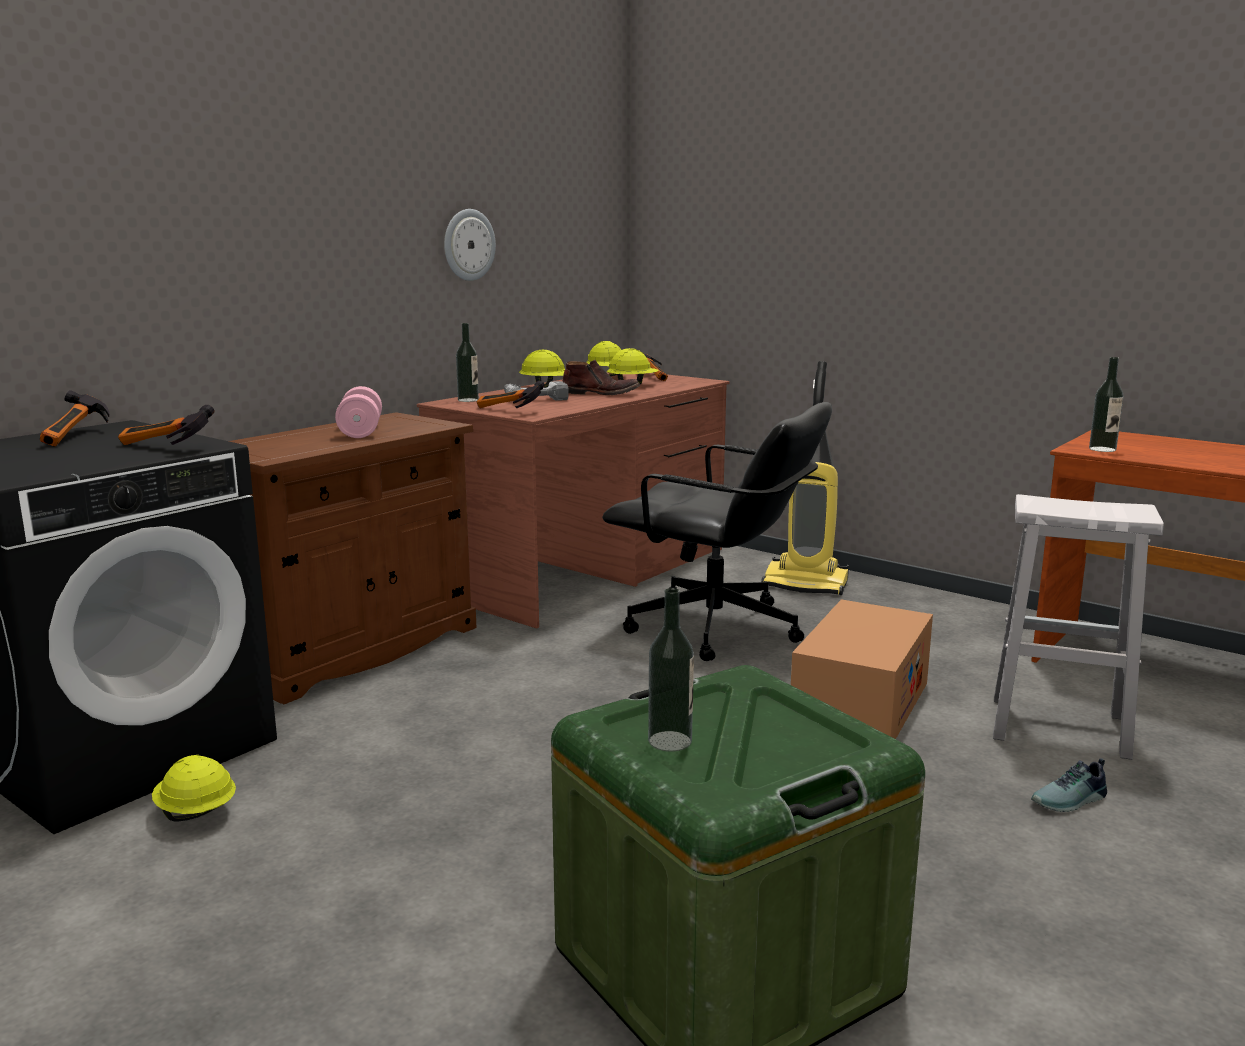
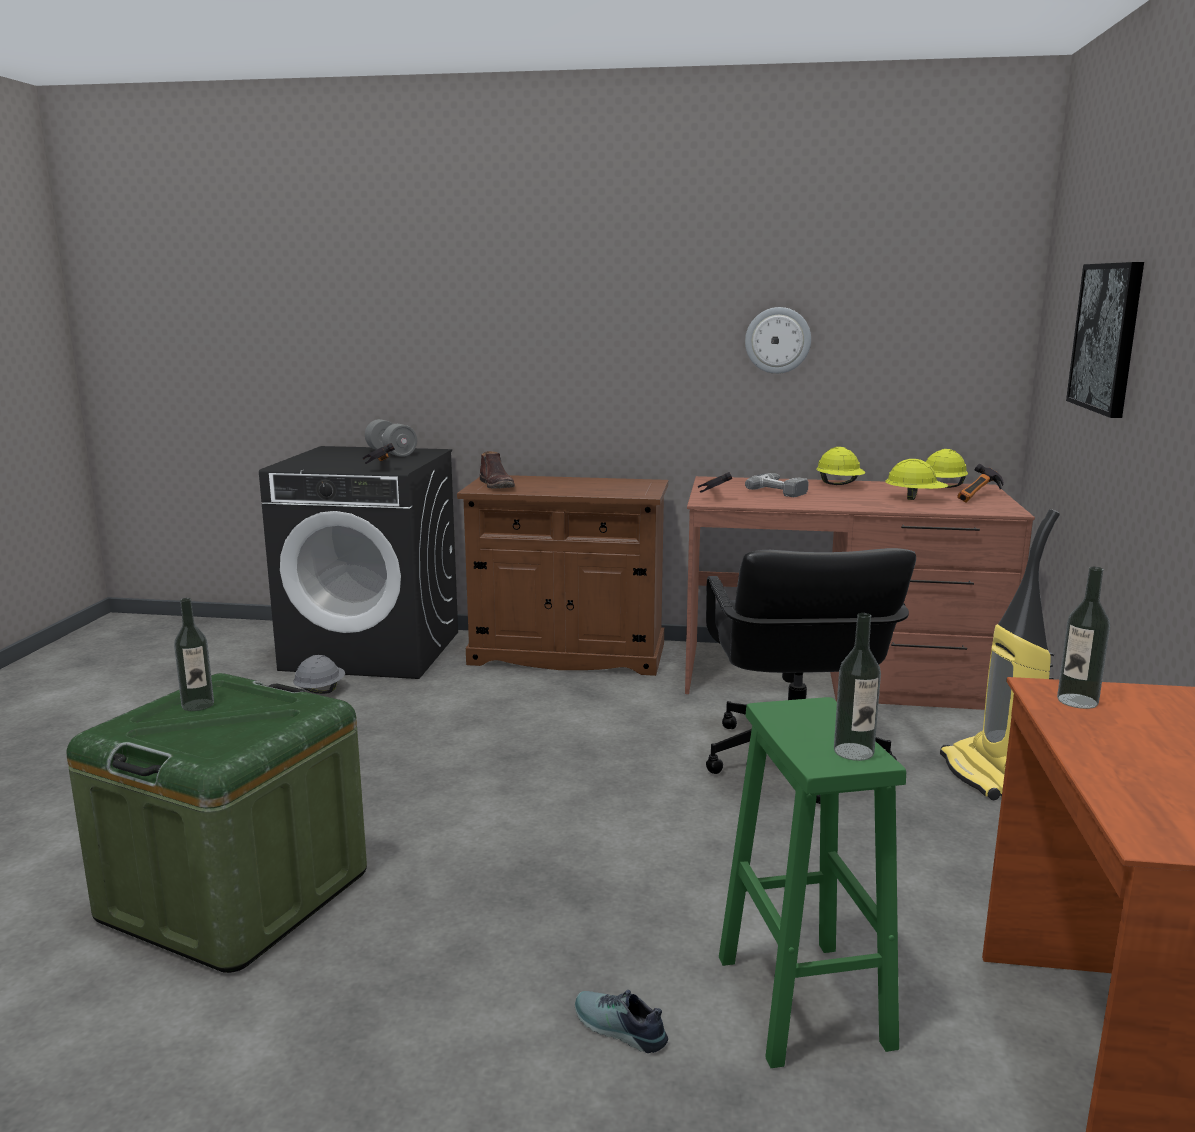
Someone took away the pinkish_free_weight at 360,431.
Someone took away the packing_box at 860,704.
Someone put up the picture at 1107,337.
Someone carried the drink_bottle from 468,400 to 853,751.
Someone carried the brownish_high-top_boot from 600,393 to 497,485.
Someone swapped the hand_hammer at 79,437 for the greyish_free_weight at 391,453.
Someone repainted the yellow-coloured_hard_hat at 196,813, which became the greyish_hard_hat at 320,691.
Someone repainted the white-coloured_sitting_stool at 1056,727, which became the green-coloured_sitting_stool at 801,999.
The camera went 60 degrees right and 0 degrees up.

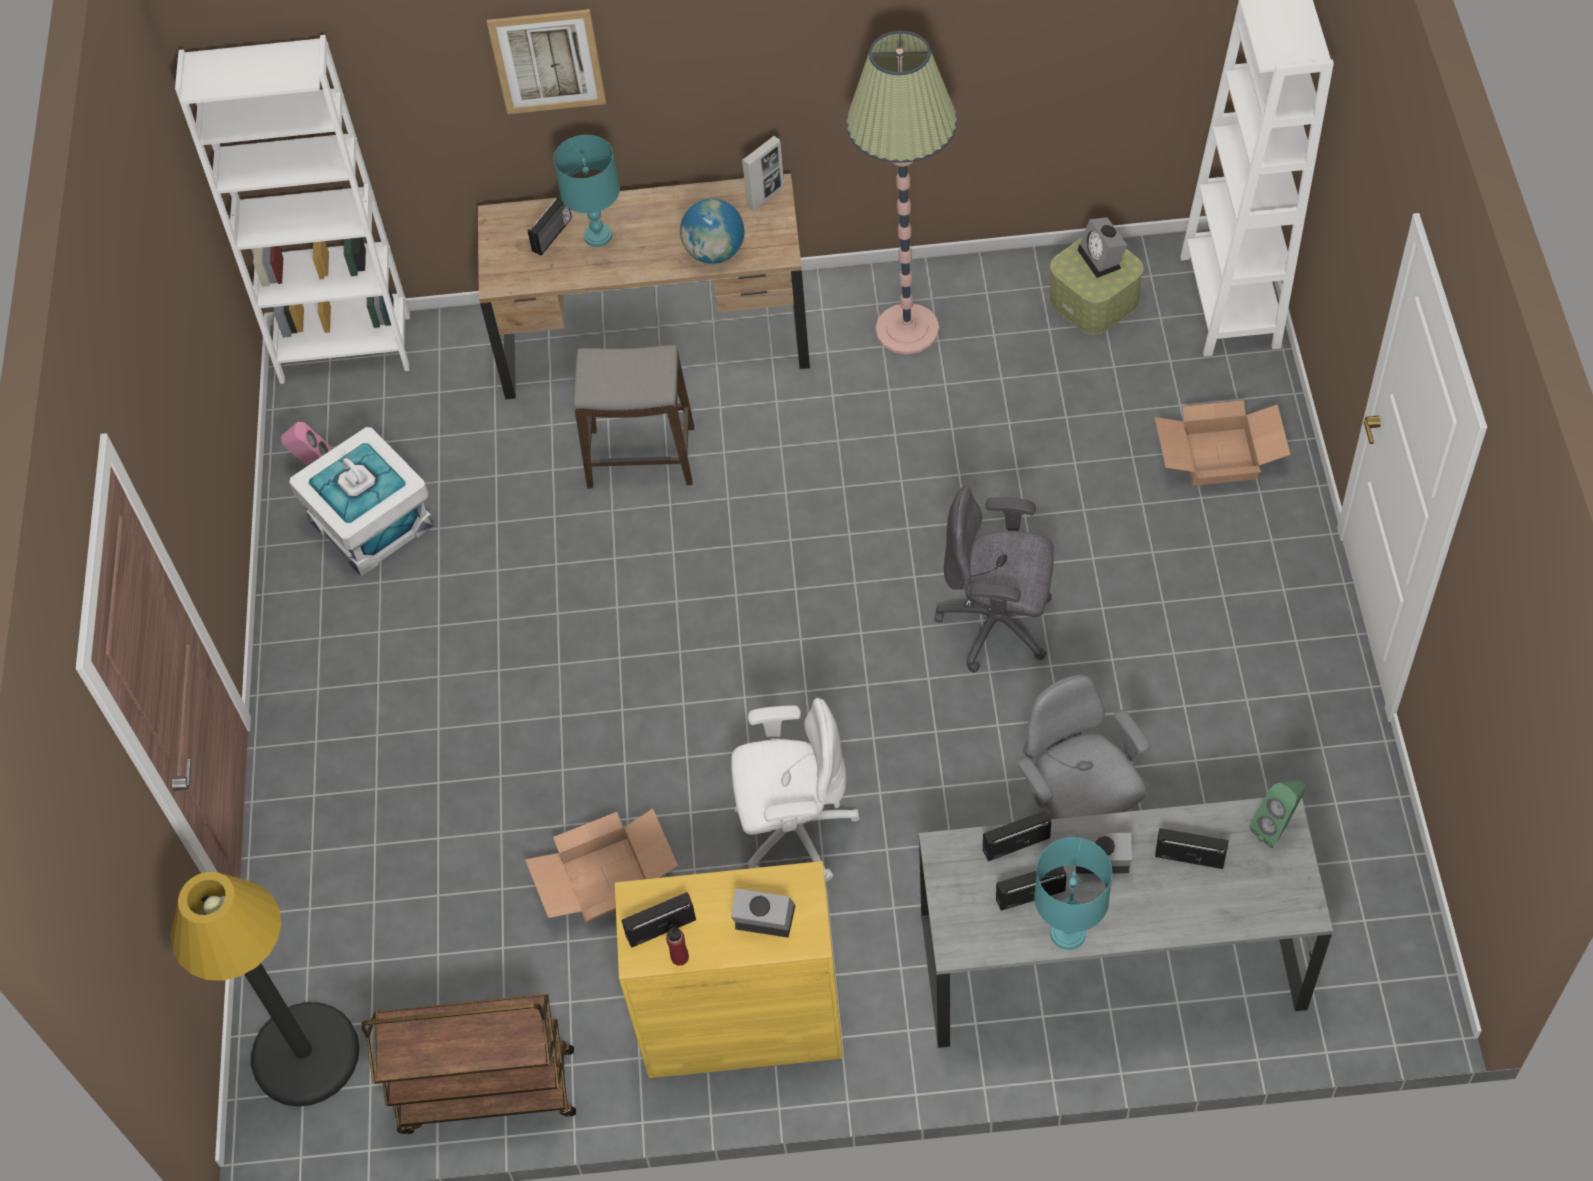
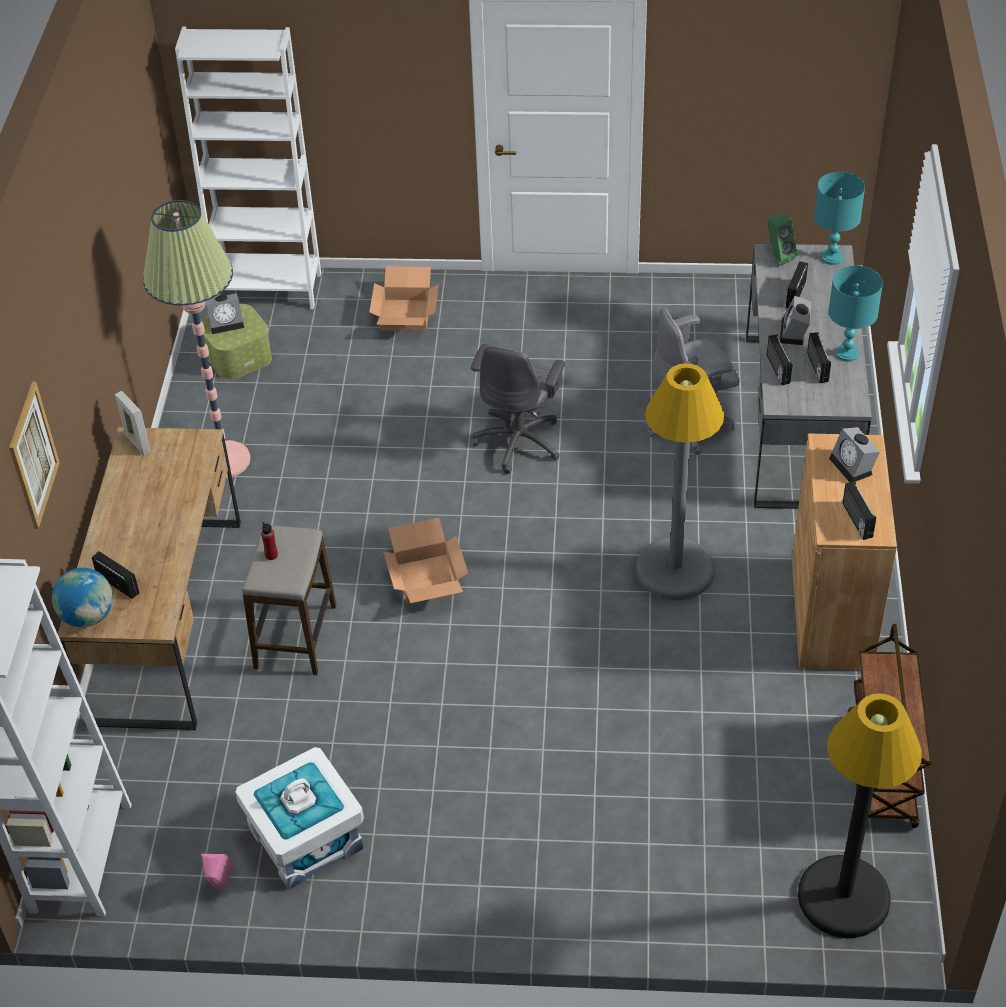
Someone carried the packing_box from 607,878 to 425,578.
Someone carried the blue-green_lamp_for_a_table from 598,236 to 831,257.
Someone carried the red-coloured_drink_bottle from 679,957 to 271,555.
Someone carried the globe from 715,252 to 88,616.
Someone swapped the white-coloured_office_chair at 794,830 for the greyish_floor_lamp at 675,570.
Someone repainted the yellow-coloured_cabinet at 742,1023, which became the brownish_cabinet at 831,613.
Someone rotated the alarm_clock at 762,920 by 45 degrees counterclockwise.
The camera went 85 degrees left and 10 degrees down.

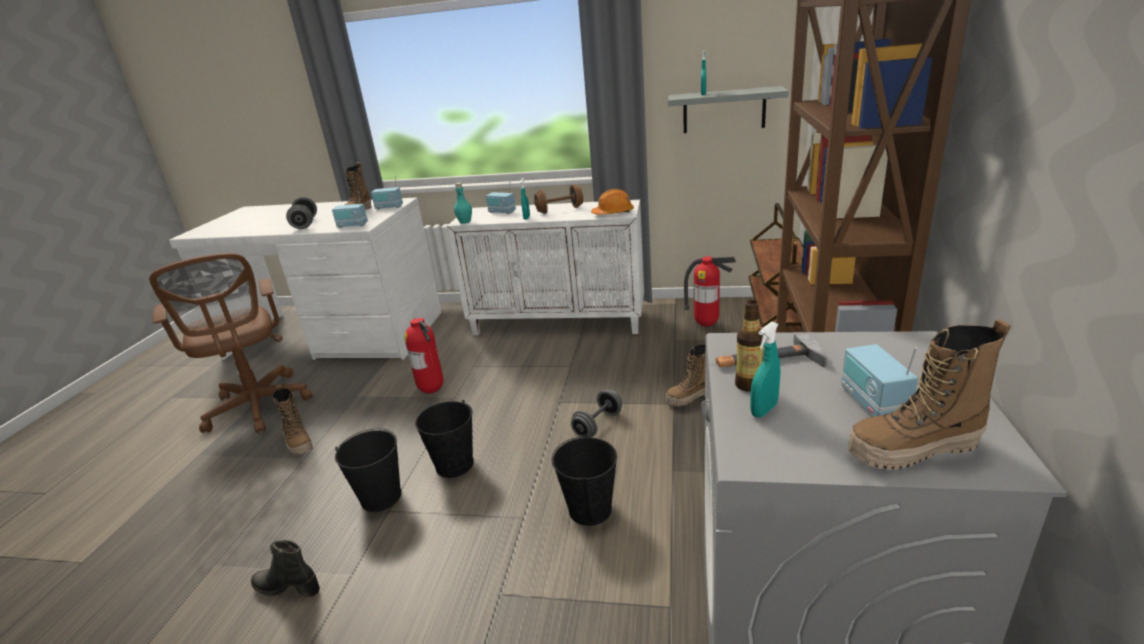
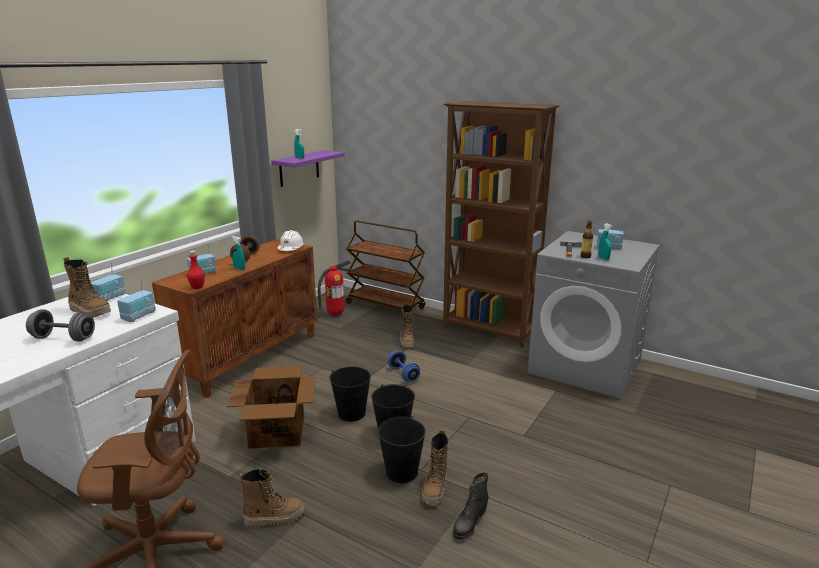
Someone carried the black-coloured_pail from 590,509 to 351,413.
Someone carried the high-top_boot from 913,450 to 435,489.
Someone swapped the fire_extinguisher at 433,391 for the packing_box at 278,431.
Someone repainted the white-coloured_cabinet at 559,322, which became the brownish_cabinet at 249,357.
Someone repainted the blue-green_drink_bottle at 465,222, which became the red-coloured_drink_bottle at 197,287.
Someone repainted the greyish_free_weight at 598,425, which became the blue_free_weight at 403,374.
Someone repainted the orange_hard_hat at 613,213, which became the white-coloured_hard_hat at 291,249.
Someone repainted the greyish_bracket_shelf at 724,110, which became the purple-coloured_bracket_shelf at 299,168.
The camera went 70 degrees left and 5 degrees down.

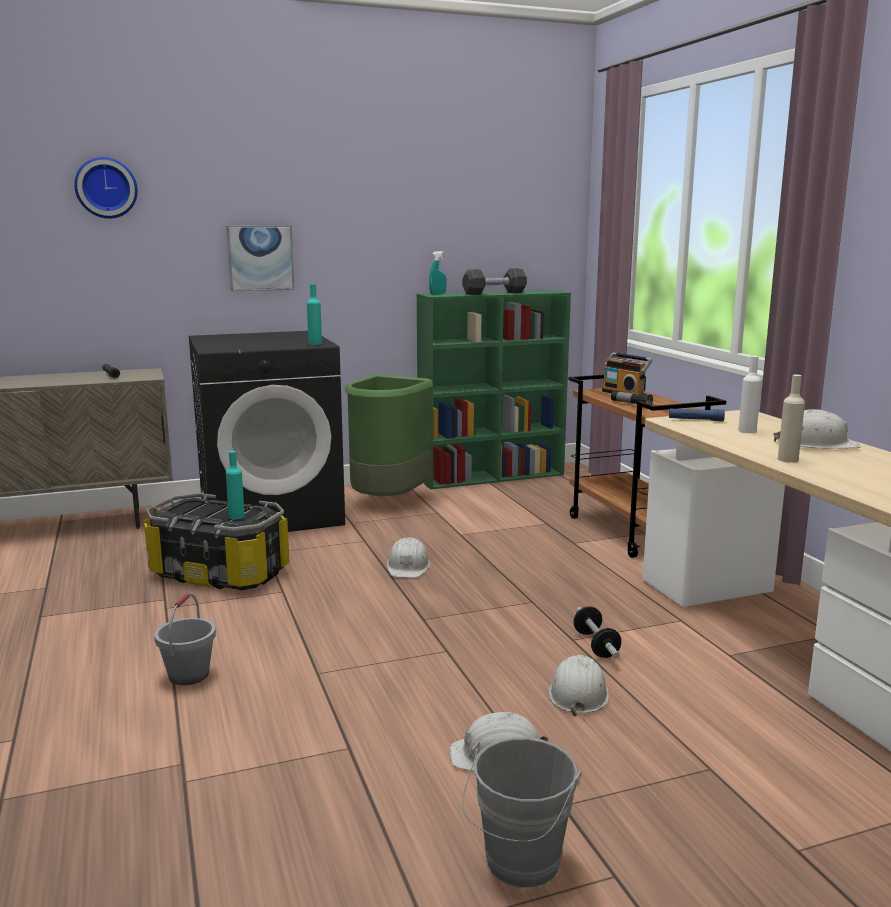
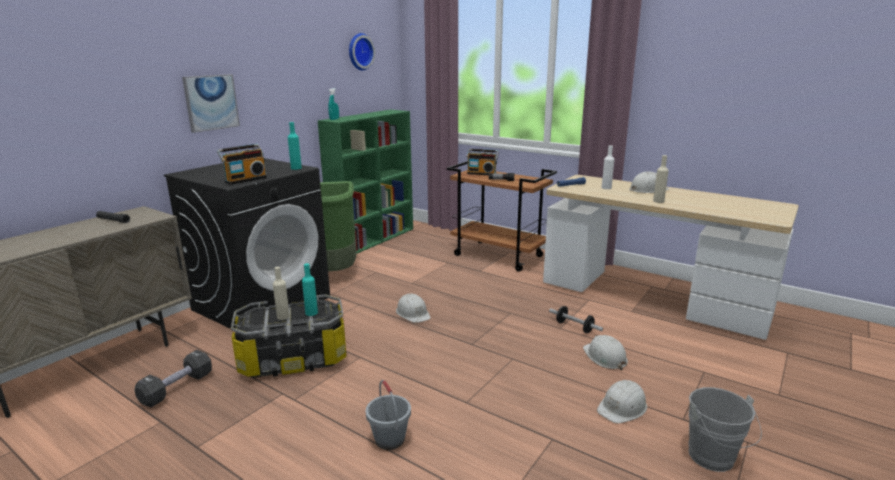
Someone put down the radio at 245,180.
Someone put down the sand-coloured_drink_bottle at 283,316.
Someone carried the wall_clock from 106,188 to 359,52.
Someone carried the black-coloured_free_weight from 494,293 to 177,388.
The camera went 35 degrees left and 5 degrees up.

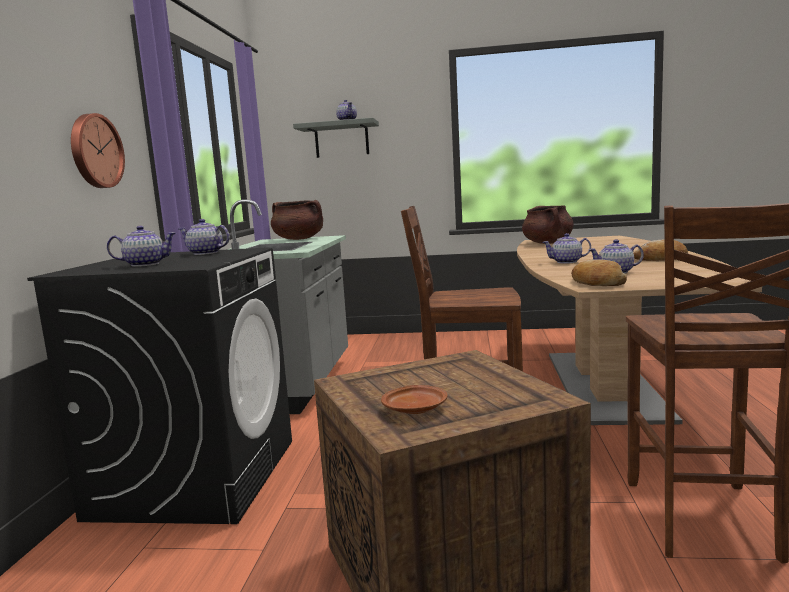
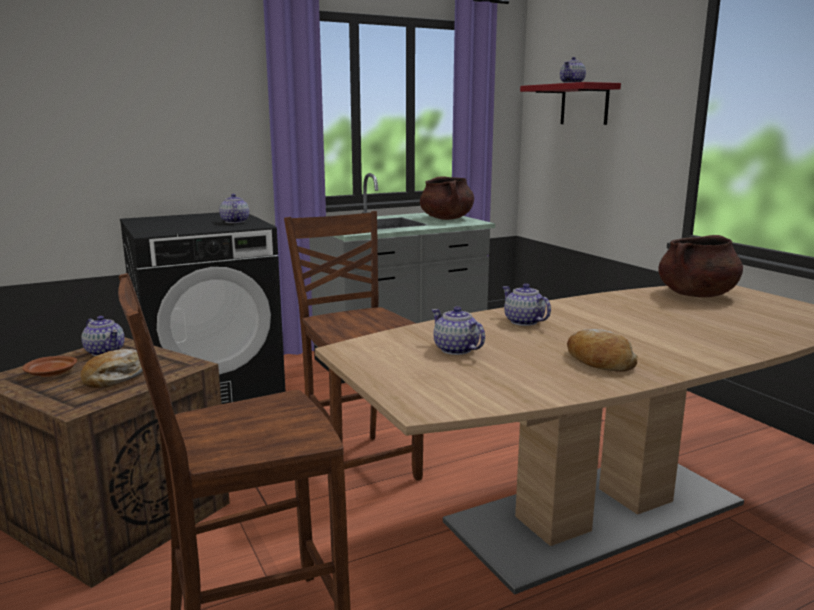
Someone took away the wall_clock at 95,151.
Someone carried the pot_for_tea from 145,264 to 105,351.
Someone carried the baked_bread from 596,283 to 116,377.
Someone repainted the greyish_bracket_shelf at 341,140, which became the red-coloured_bracket_shelf at 584,104.
The camera went 55 degrees right and 5 degrees up.

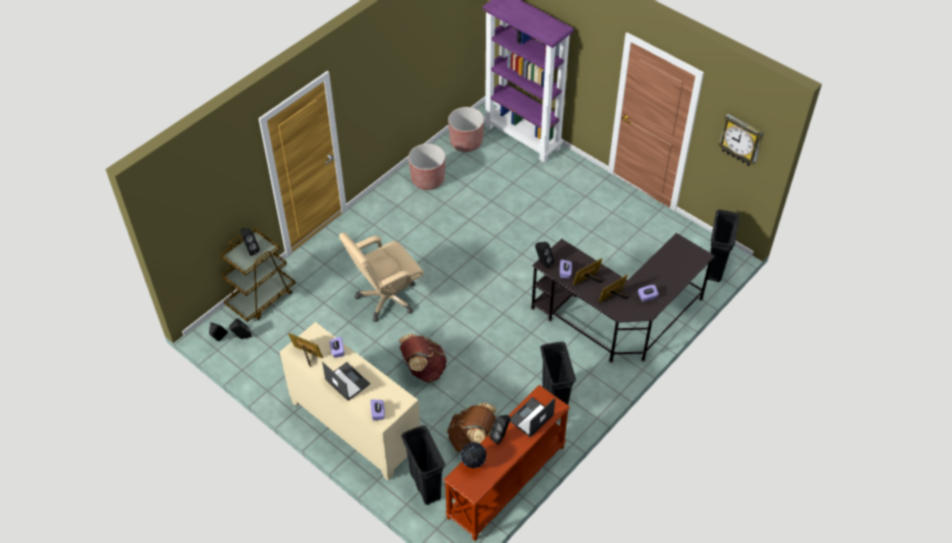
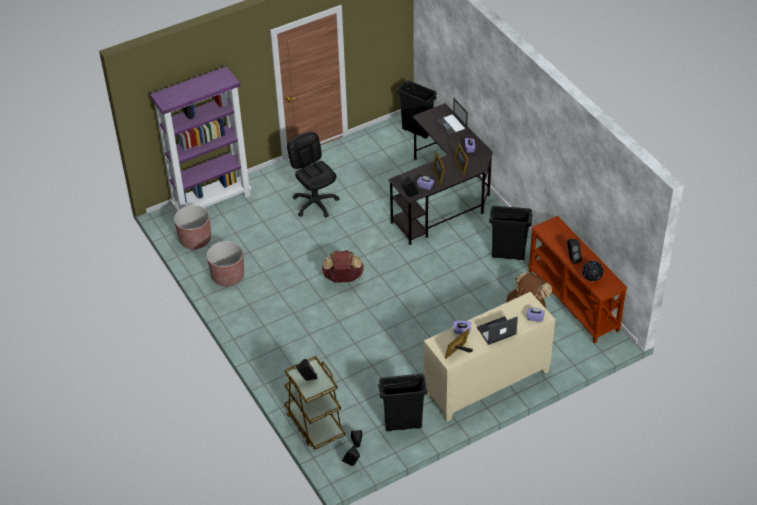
Someone took away the sand-coloured_office_chair at 386,298.
Someone took away the wall_clock at 741,140.
Someone put down the black-coloured_office_chair at 315,203.
Someone carried the brownish_rucksack from 423,369 to 343,278.
Someone carried the black-coloured_trash_can from 425,485 to 403,424.
Someone carried the notebook_computer from 530,418 to 451,125.
The camera went 70 degrees left and 5 degrees down.

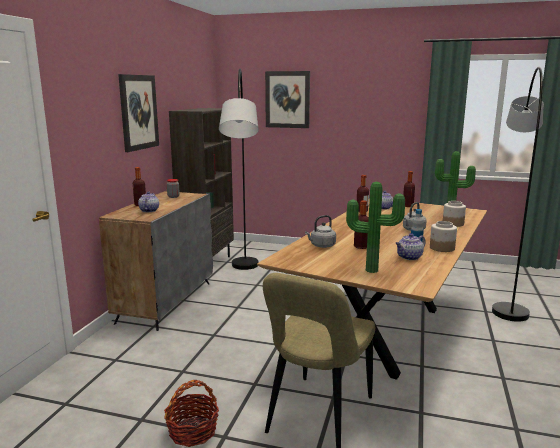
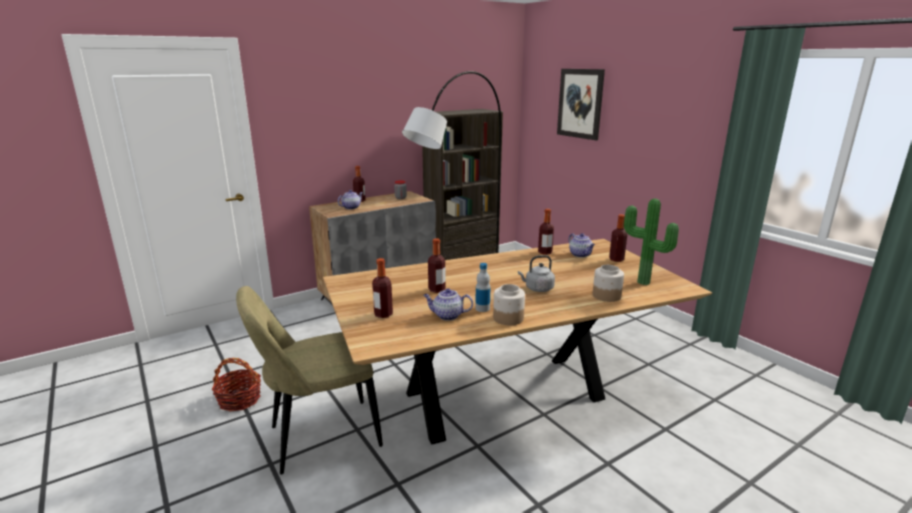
Someone took away the picture at 138,112.
Someone took away the greyish_water_kettle at 321,246.
Someone took away the greyish_floor_lamp at 506,289.
Someone swapped the houseplant at 371,269 for the drink_bottle at 383,314.
The camera went 40 degrees right and 5 degrees up.

